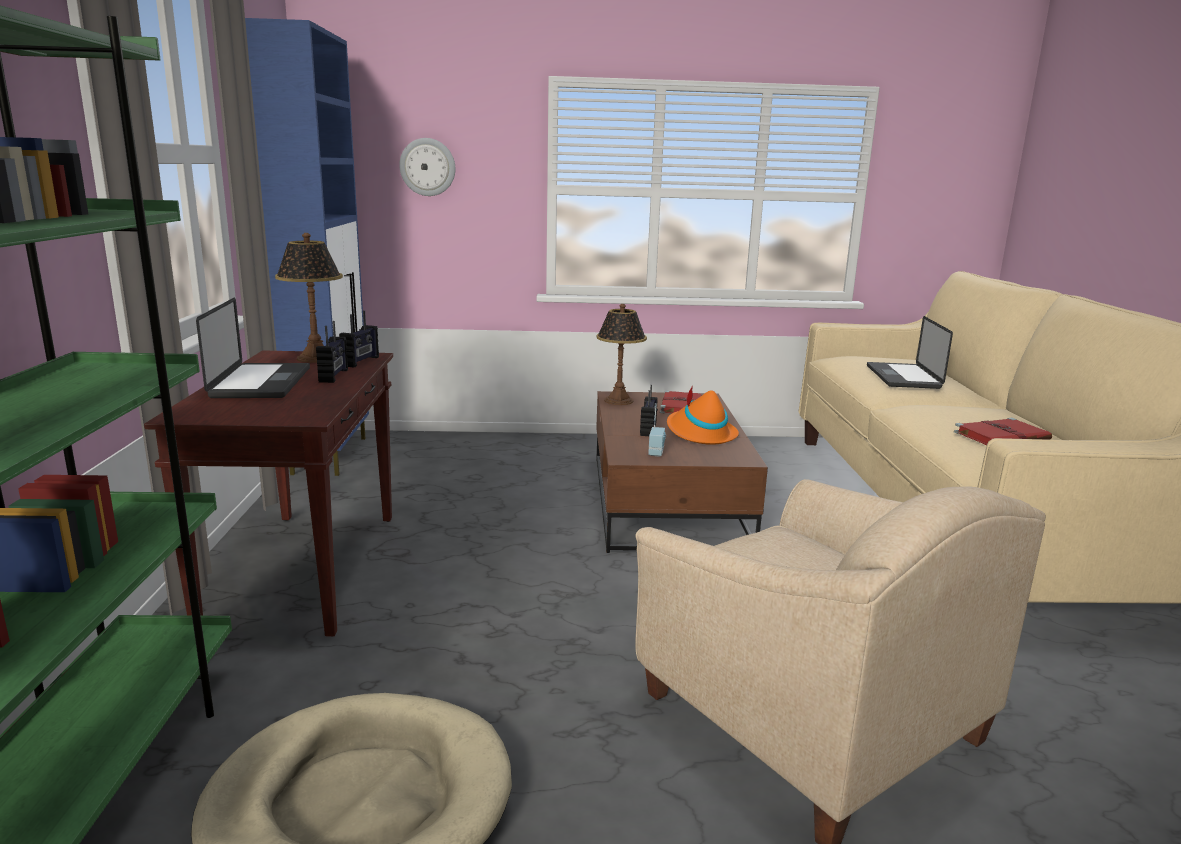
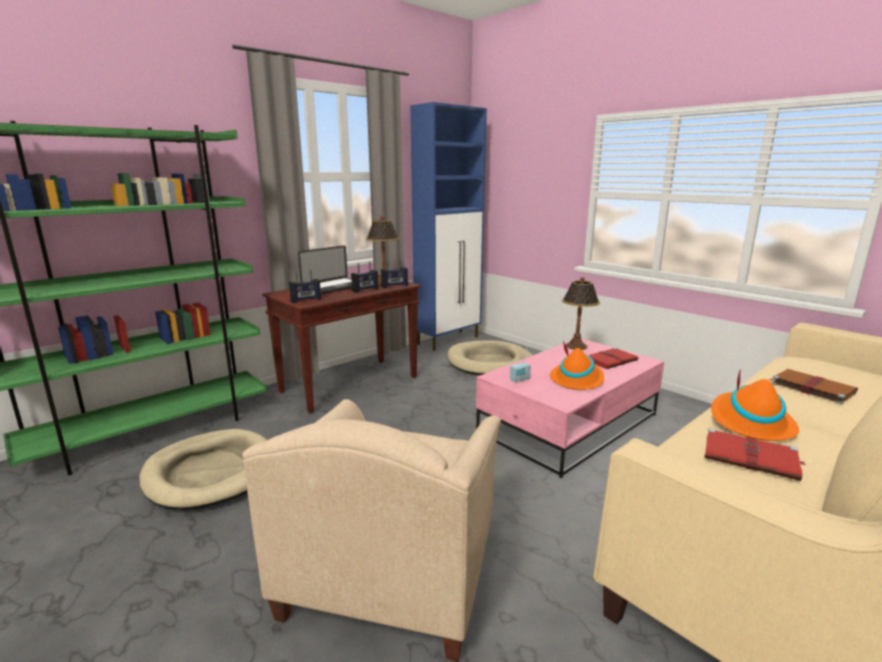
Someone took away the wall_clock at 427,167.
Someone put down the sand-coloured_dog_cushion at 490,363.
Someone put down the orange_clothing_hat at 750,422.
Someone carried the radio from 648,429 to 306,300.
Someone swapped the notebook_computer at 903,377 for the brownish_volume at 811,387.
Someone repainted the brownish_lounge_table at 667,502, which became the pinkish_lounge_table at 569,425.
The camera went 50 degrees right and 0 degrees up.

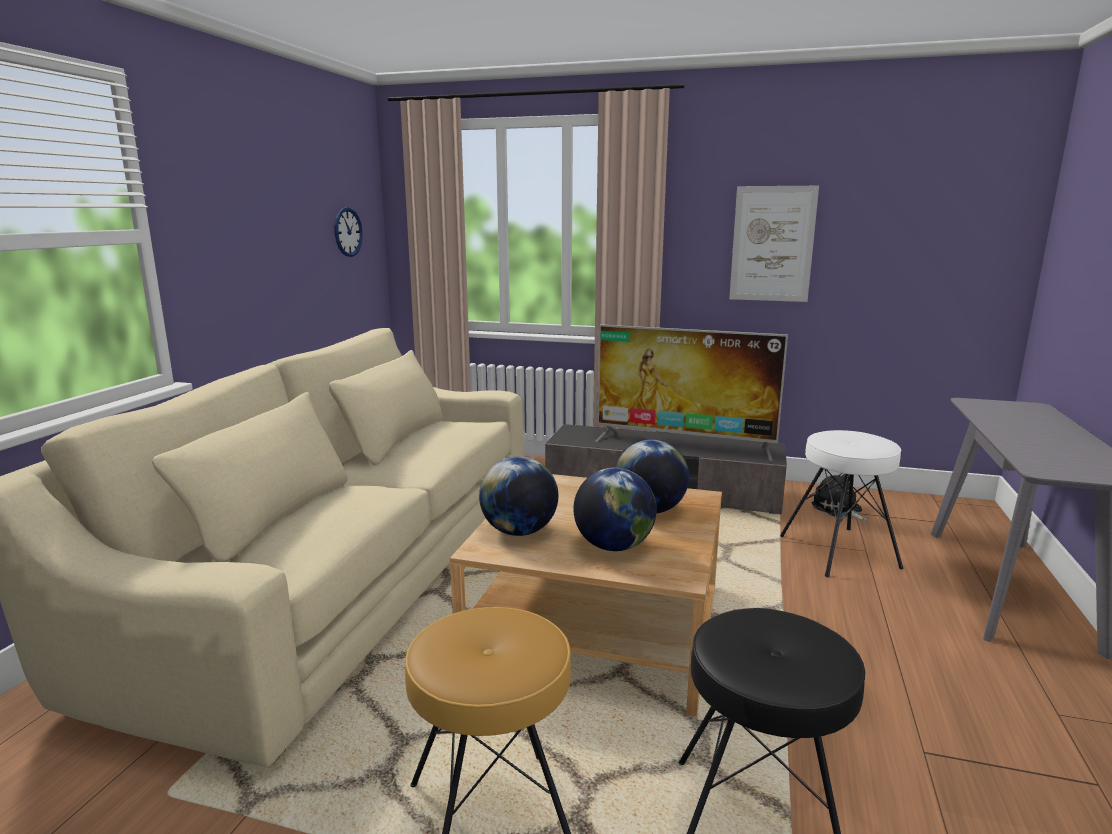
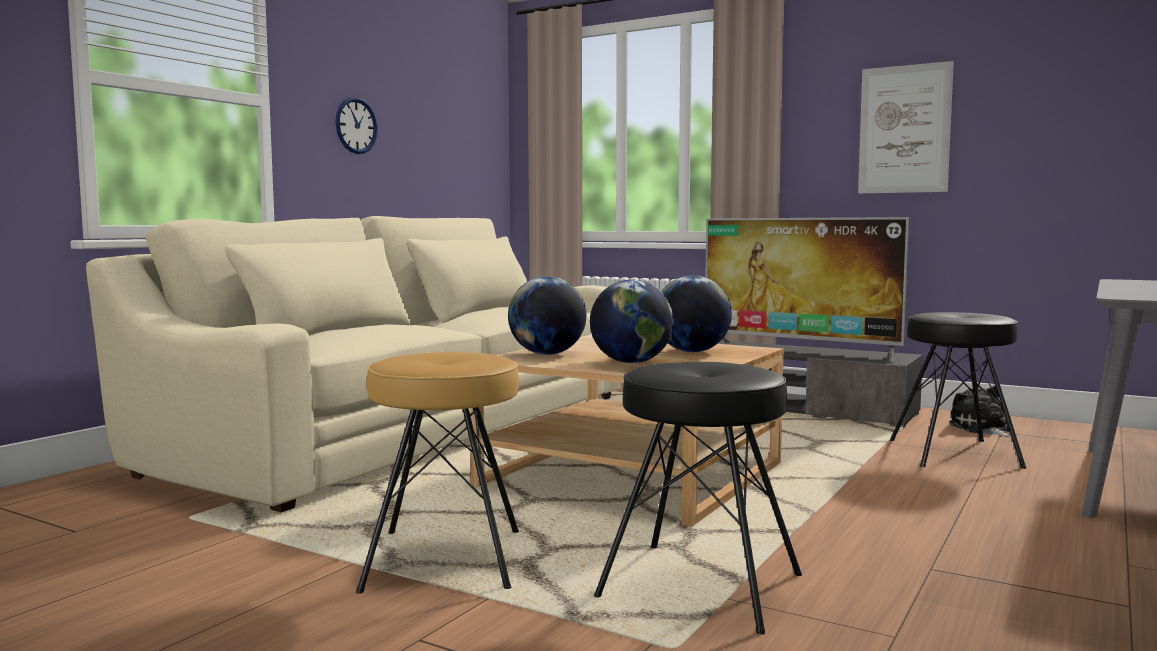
Someone carried the wall_clock from 348,232 to 356,125.
Someone repainted the white-coloured_sitting_stool at 839,551, which became the black-coloured_sitting_stool at 954,453.
The camera went 15 degrees right and 10 degrees down.

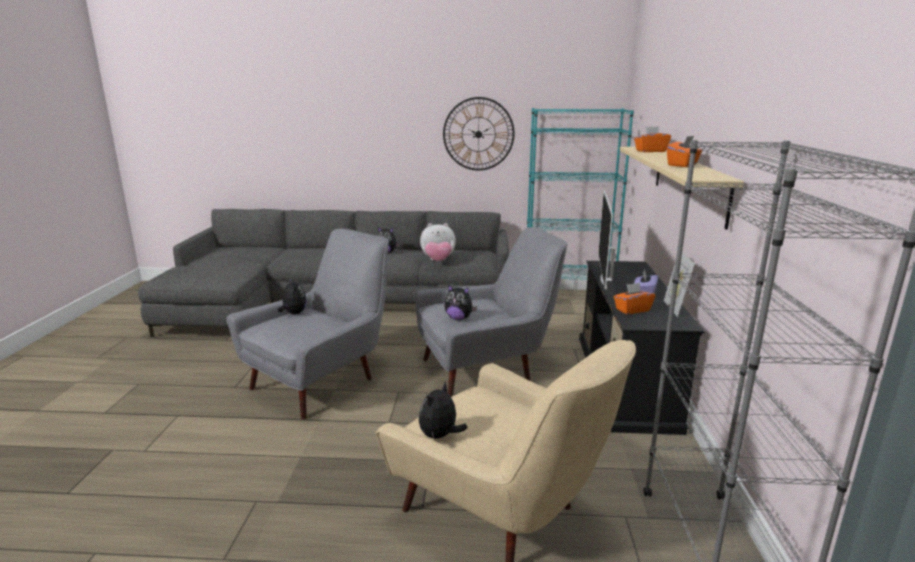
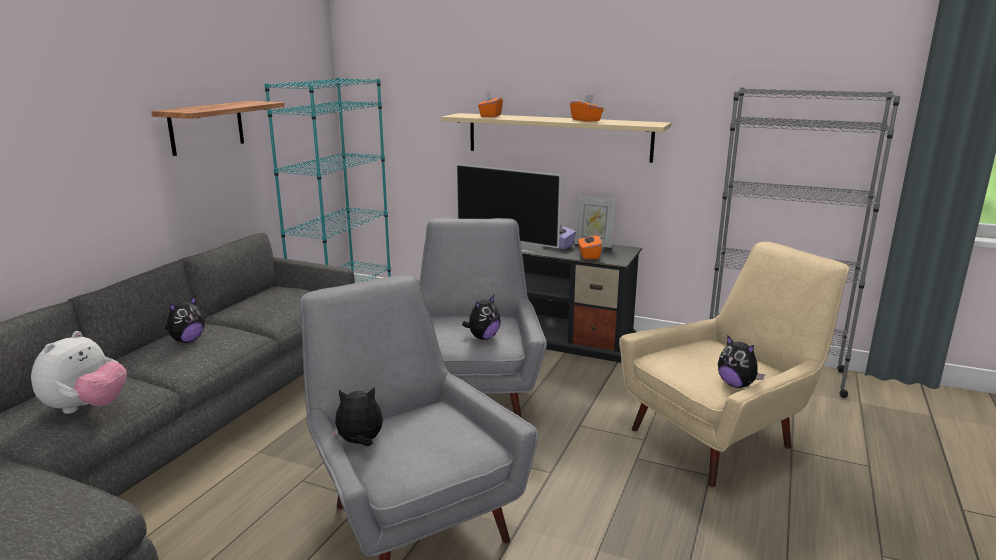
Someone carried the plush_toy from 438,261 to 86,408.
Someone swapped the wall_clock at 478,134 for the bracket_shelf at 207,127.
The camera went 70 degrees left and 0 degrees up.

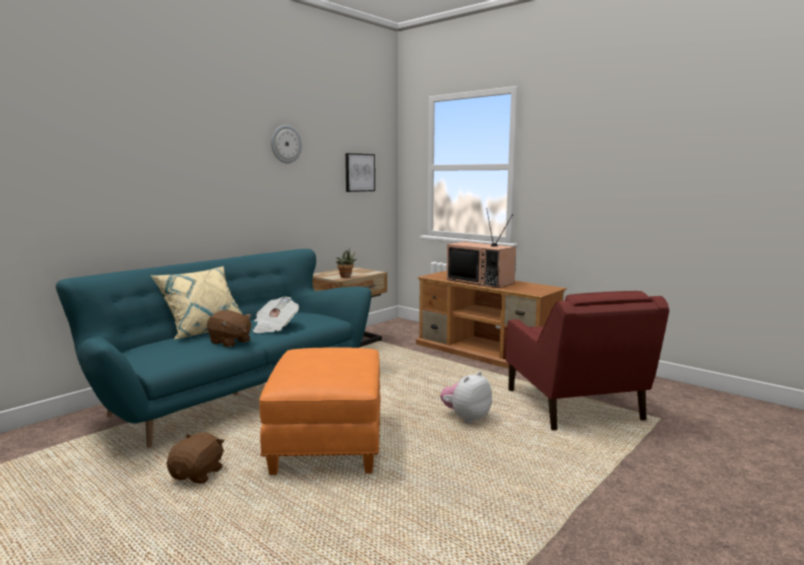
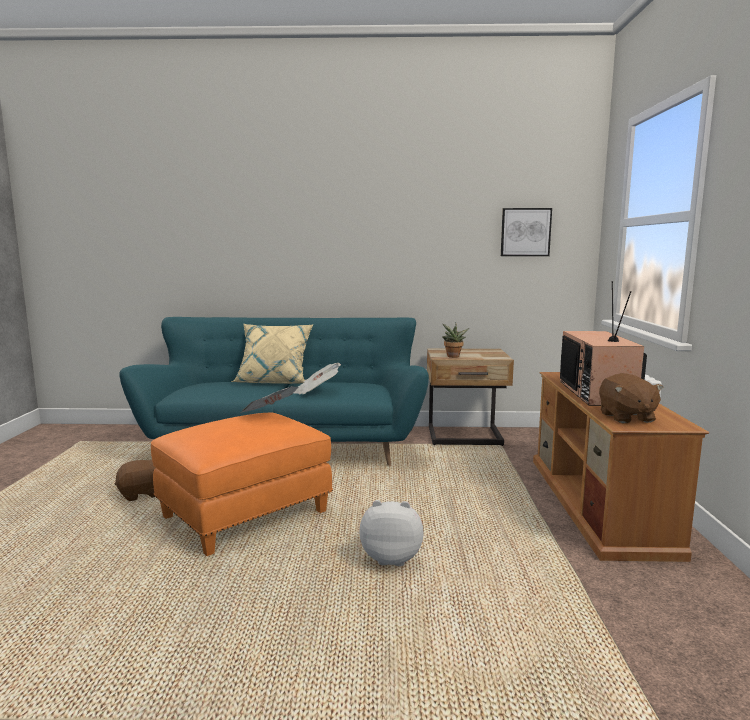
Someone took away the wall_clock at 286,144.
Someone took away the red-coloured_easy_chair at 574,406.
Someone put down the printed_paper at 269,415.
Someone carried the brownish_plush_toy from 230,342 to 626,417.
The camera went 50 degrees right and 0 degrees up.

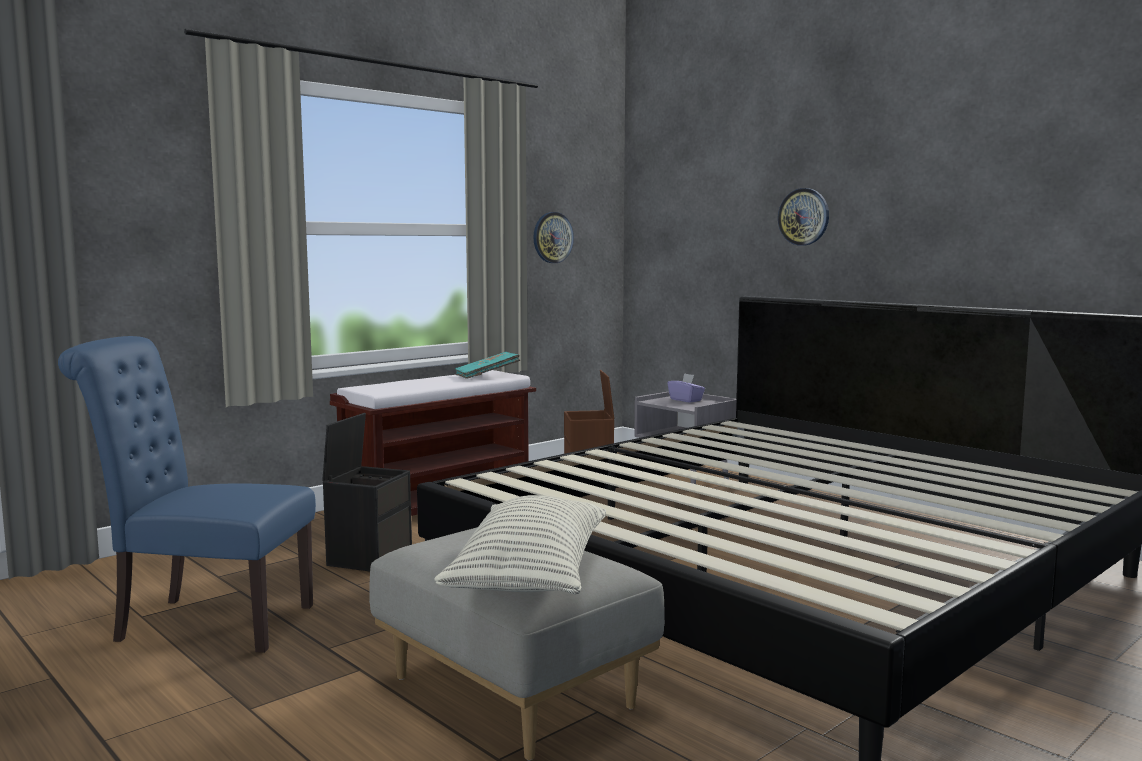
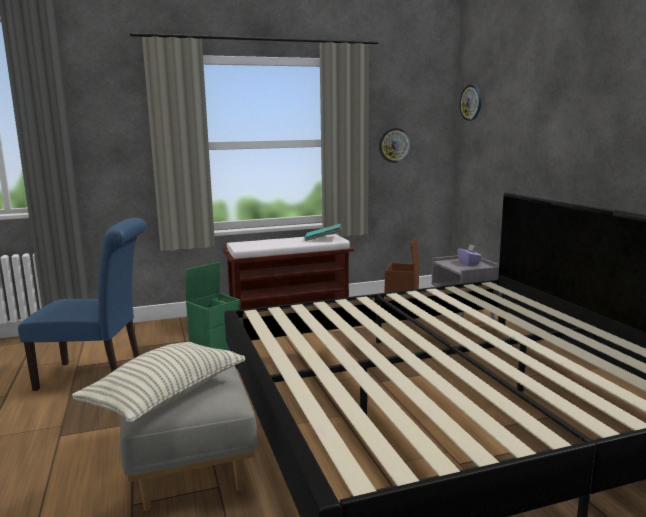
Someone carried the wall_clock from 804,217 to 471,102.
Someone repainted the black-coloured_storage_bin at 369,557, which became the green-coloured_storage_bin at 216,348.
Someone rotated the blue_plain_chair at 204,623 by 150 degrees clockwise.
The camera went 25 degrees right and 5 degrees up.

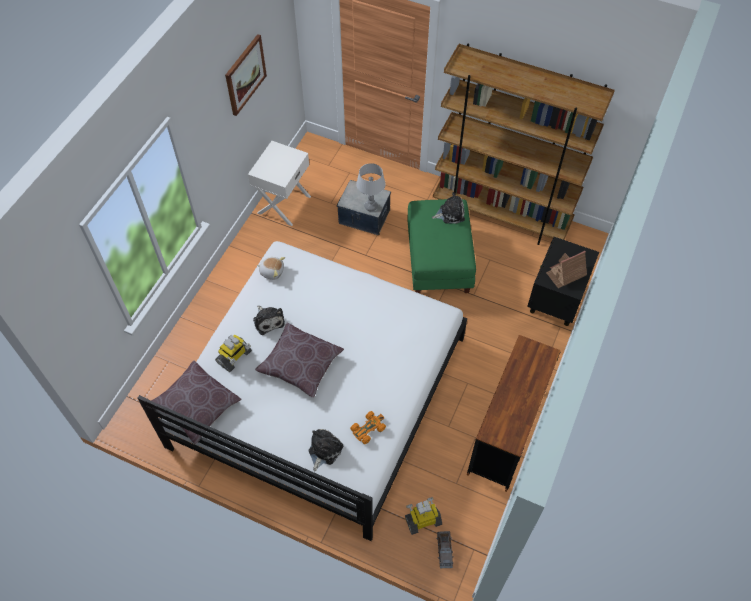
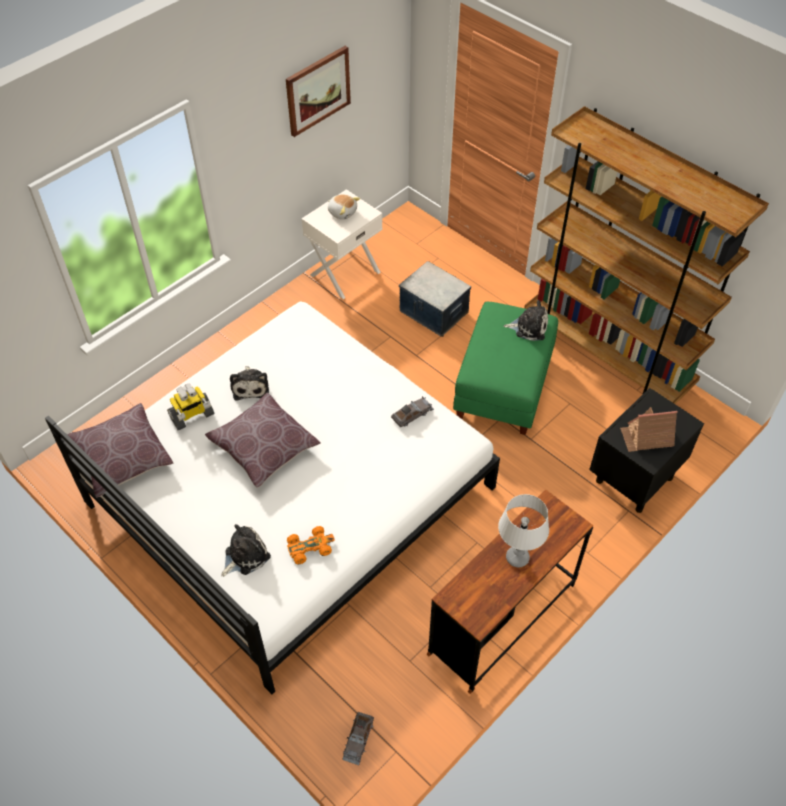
Someone took away the model_robot at 423,520.
Someone put down the greyish_model_car at 412,414.
Someone carried the plush_toy from 272,271 to 342,212.
Someone carried the greyish_lamp_for_a_table from 371,206 to 517,558.
The camera went 20 degrees right and 5 degrees down.

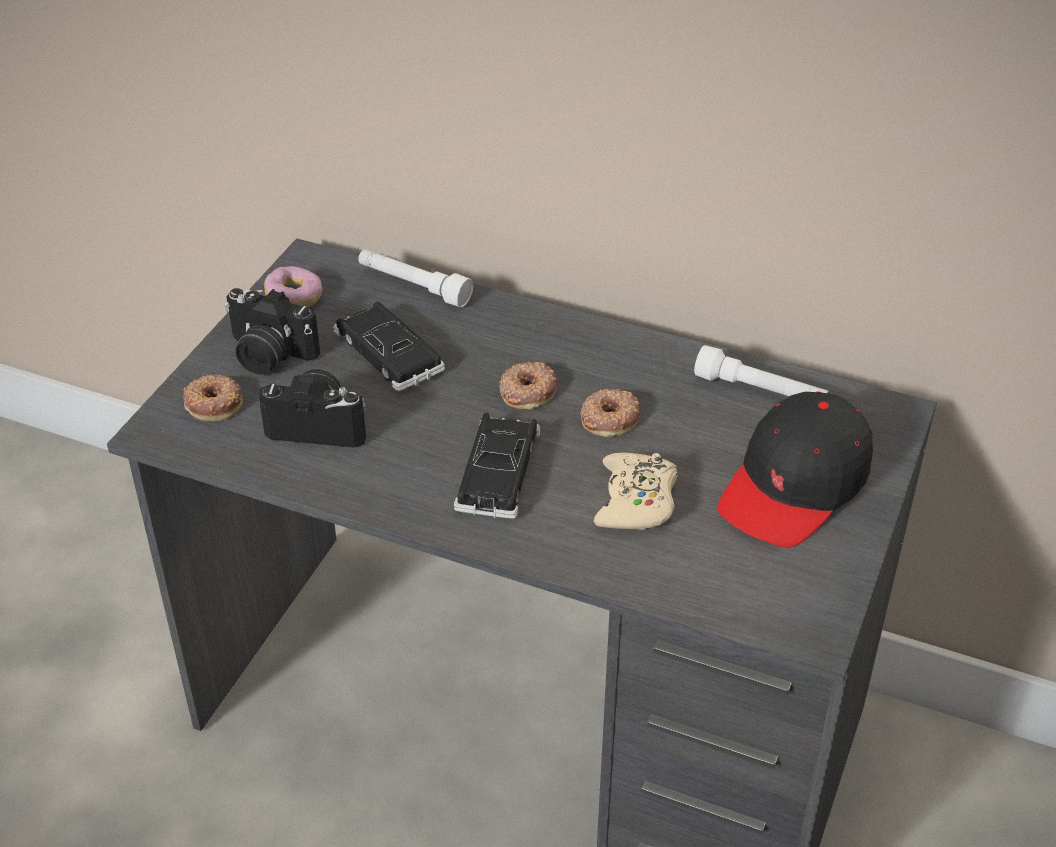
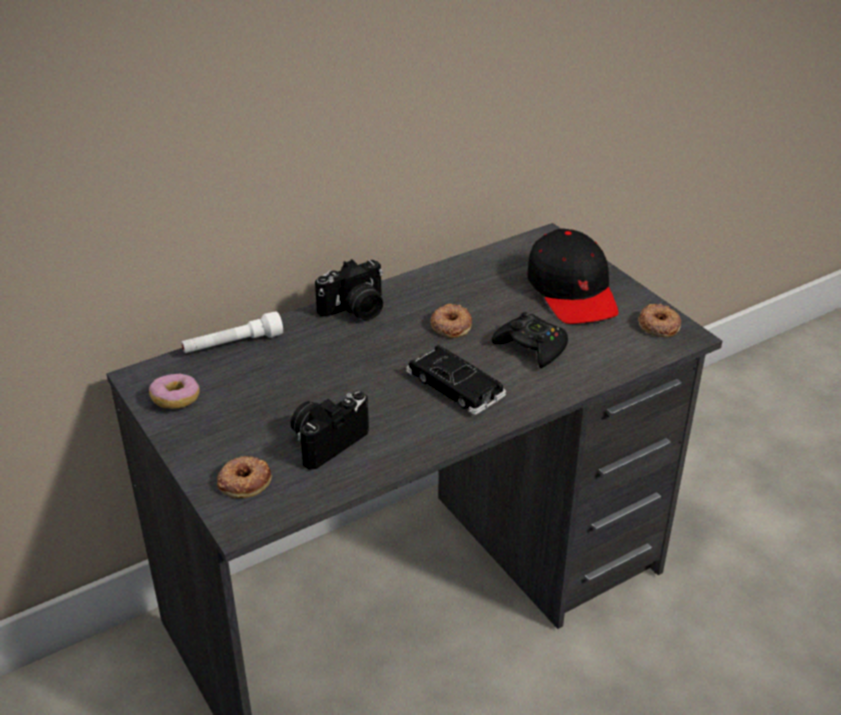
Someone took away the black-coloured_model_car at 388,354.
Someone took away the white-coloured_torch at 760,392.
Someone carried the photo_camera from 267,355 to 355,310.
Someone carried the ring_doughnut from 527,391 to 658,325.
Someone repainted the sand-coloured_gamepad at 636,501, which became the black-coloured_gamepad at 531,347.
The camera went 55 degrees left and 5 degrees down.

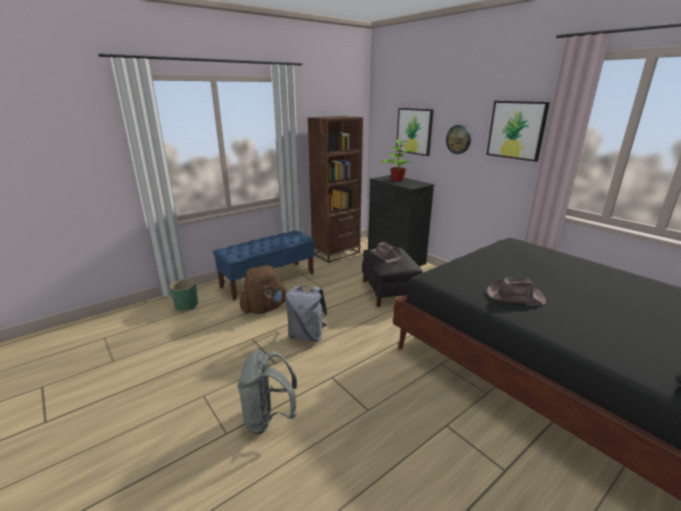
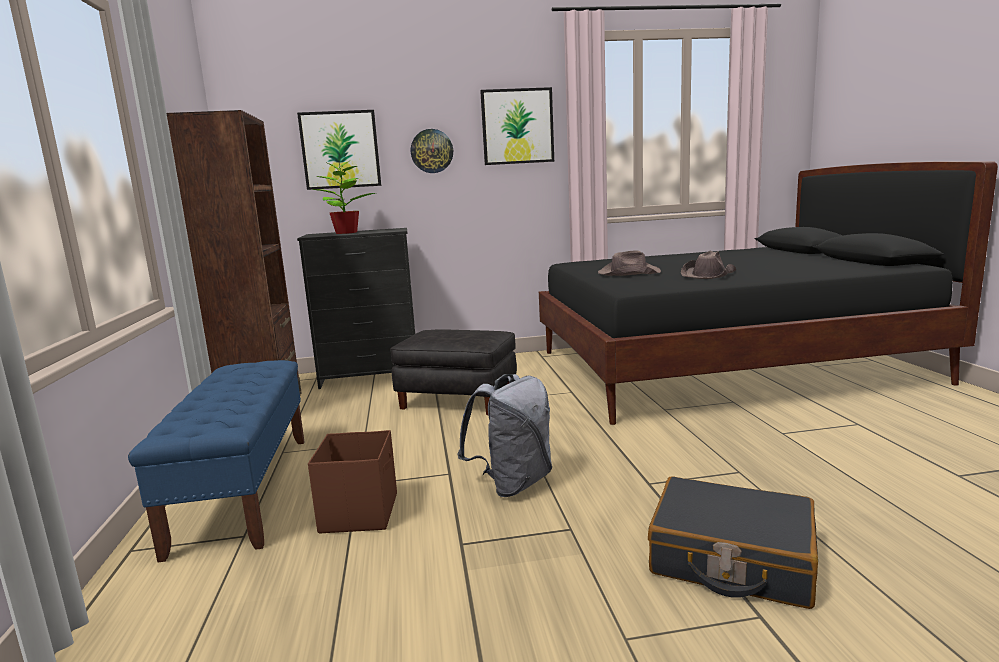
Someone took away the green-coloured_planter at 186,306.
Someone carried the brownish_clothing_hat from 385,255 to 628,273.
Someone swapped the greyish_rucksack at 268,418 for the black-coloured_suitcase at 731,559.
Someone swapped the brownish_rucksack at 264,308 for the brownish_storage_bin at 360,512.
The camera went 60 degrees left and 10 degrees down.

